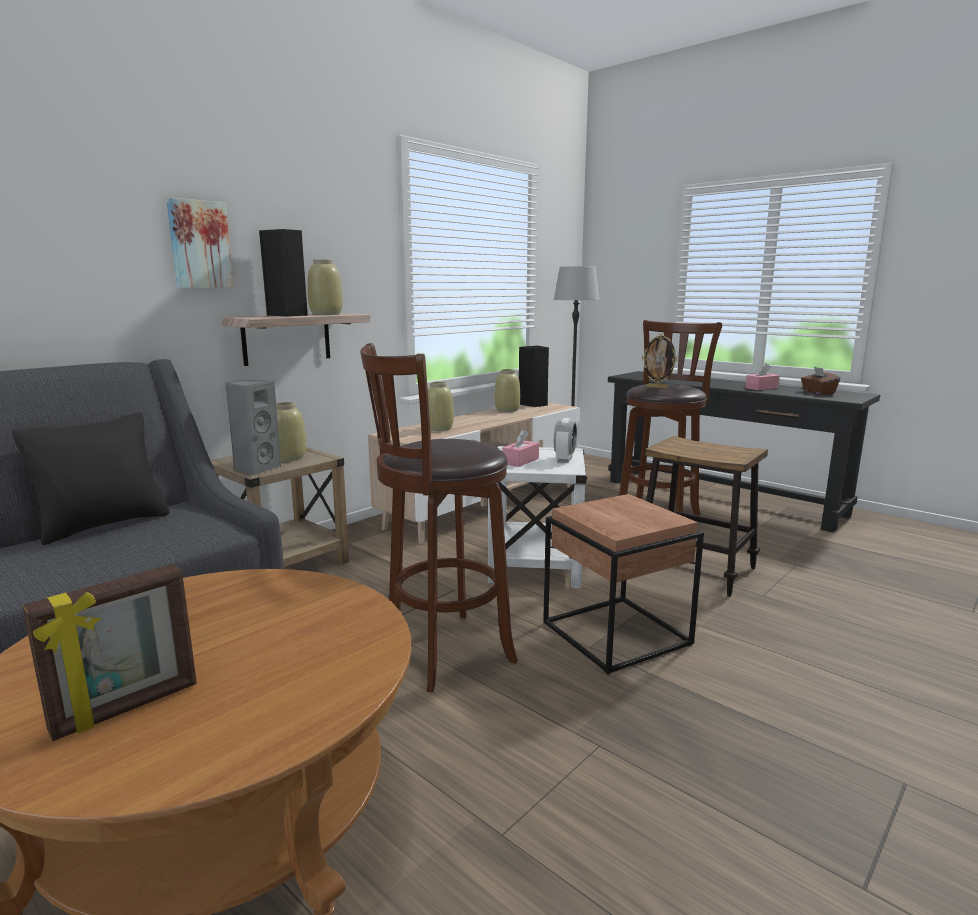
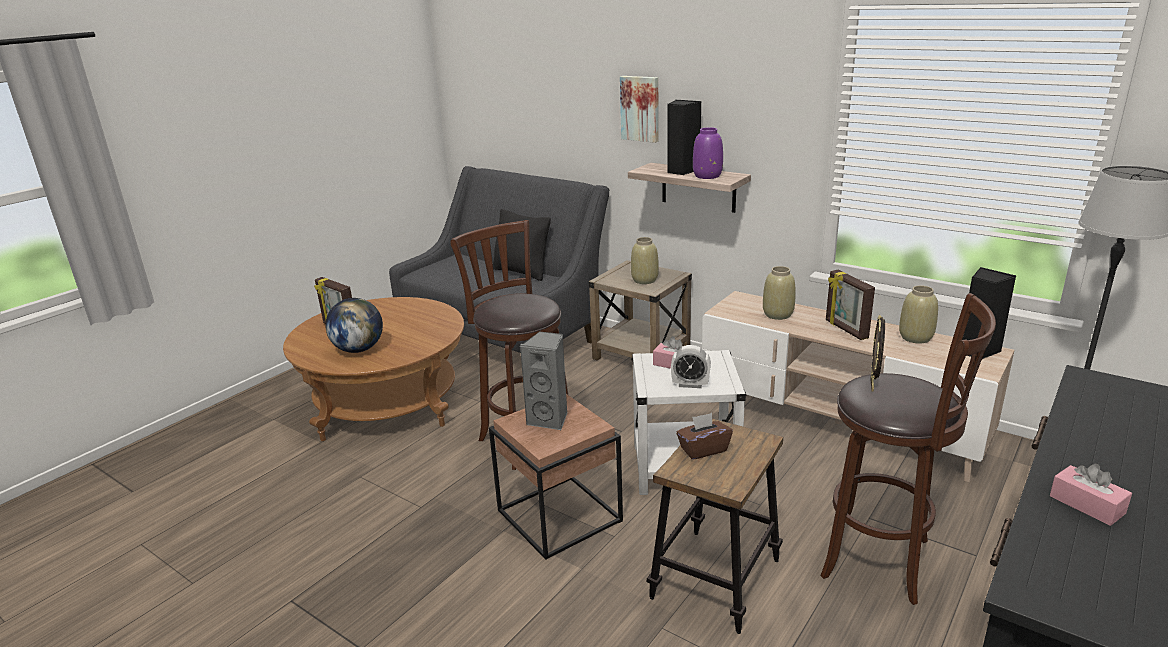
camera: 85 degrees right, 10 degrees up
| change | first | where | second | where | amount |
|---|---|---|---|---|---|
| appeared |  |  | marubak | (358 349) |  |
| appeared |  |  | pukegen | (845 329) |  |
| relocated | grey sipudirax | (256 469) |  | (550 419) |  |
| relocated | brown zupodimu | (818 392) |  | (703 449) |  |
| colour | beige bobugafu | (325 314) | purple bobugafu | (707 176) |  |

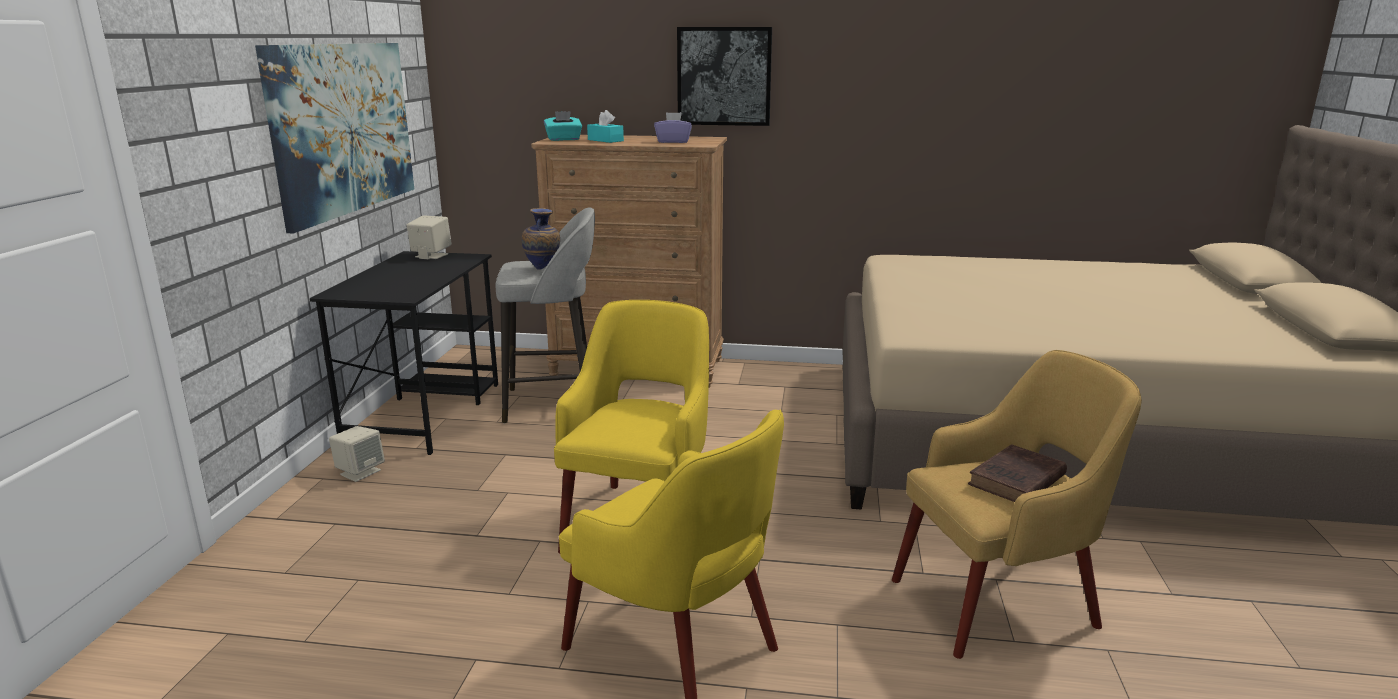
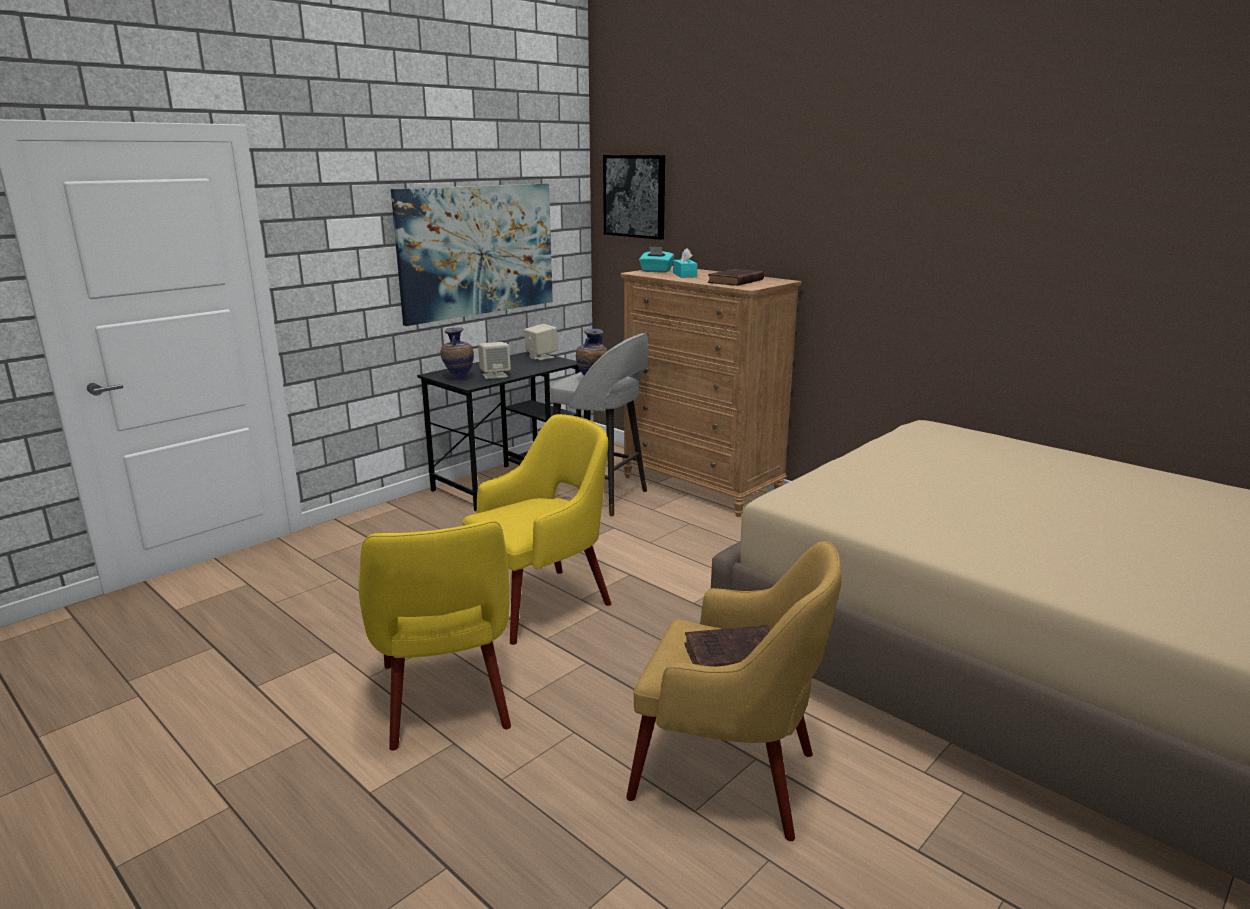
camera: 35 degrees right, 0 degrees up
| change | first | where | second | where | amount |
|---|---|---|---|---|---|
| appeared |  |  | bobugafu | (458 378) |  |
| relocated | beige sipudirax | (360 472) |  | (495 375) |  |
| relocated | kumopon | (724 76) |  | (635 196) |  |
| exchanged | purple zupodimu | (673 141) | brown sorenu | (735 281) |  |

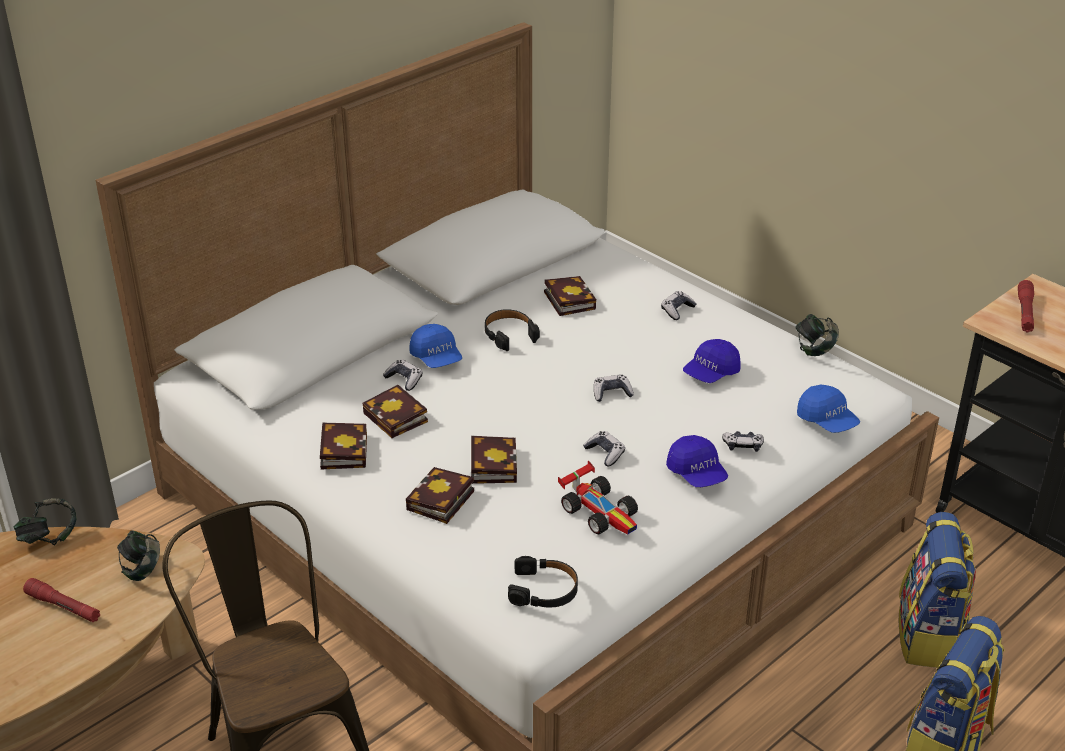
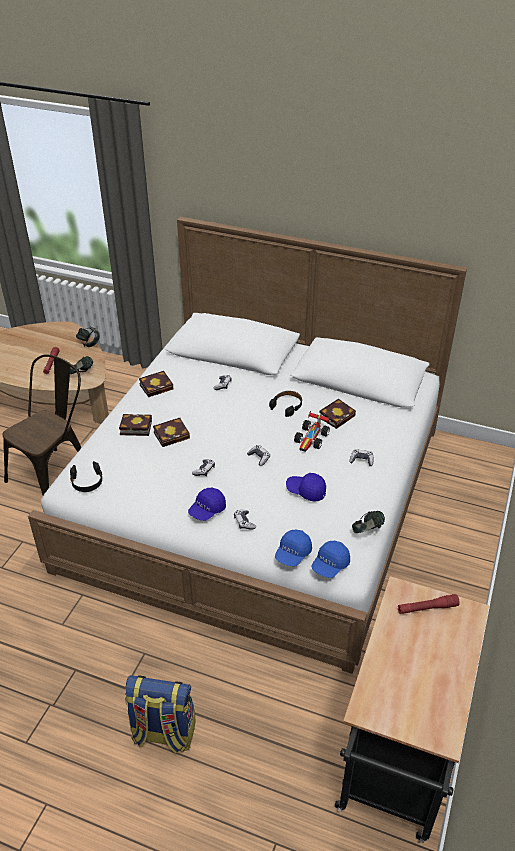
camera: 65 degrees right, 5 degrees up
| change | first | where | second | where | amount |
|---|---|---|---|---|---|
| missing | sorenu | (398 418) |  |  |  |
| missing | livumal | (929 637) |  |  |  |
| relocated | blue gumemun | (436 358) |  | (330 565) |  |
| relocated | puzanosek | (601 511) |  | (312 438) |  |

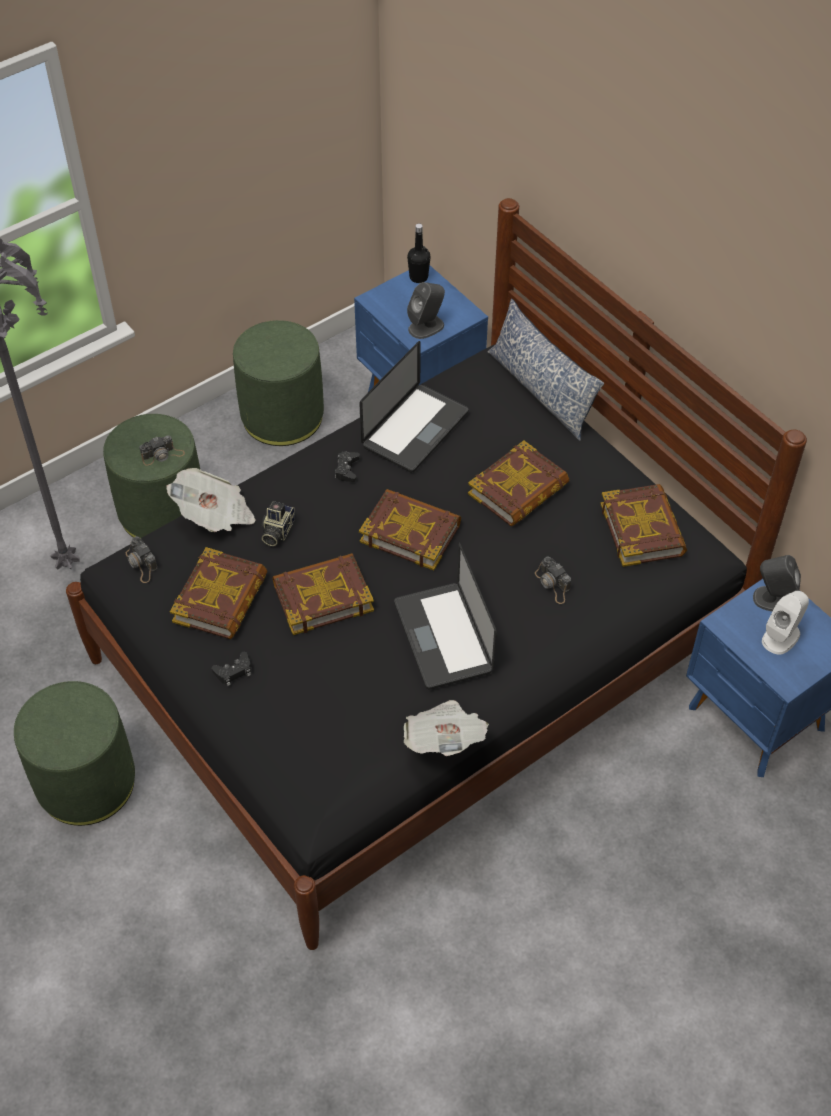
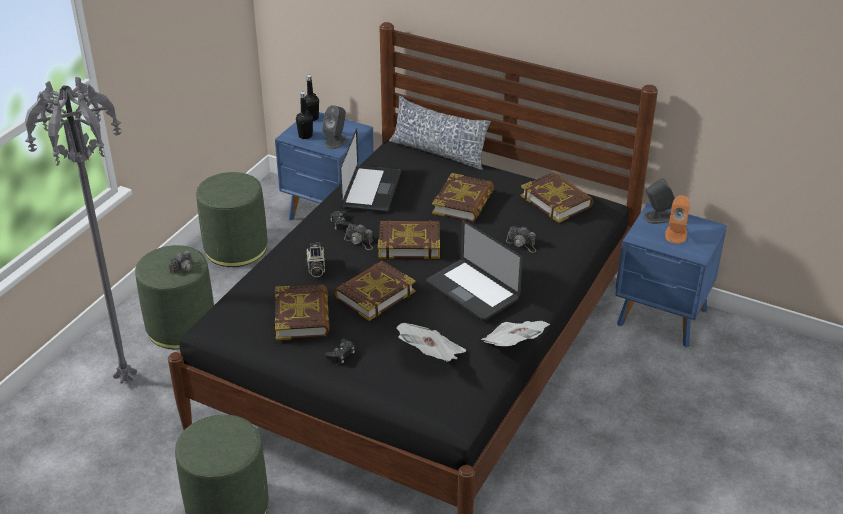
camera: 25 degrees left, 15 degrees down
| change | first | where | second | where | amount |
|---|---|---|---|---|---|
| appeared |  |  | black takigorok | (305 136) |  |
| relocated | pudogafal | (141 564) |  | (360 241) |  |
| relocated | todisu | (215 515) |  | (431 355) |  |
| colour | white sipudirax | (781 636) | orange sipudirax | (676 234) |  |

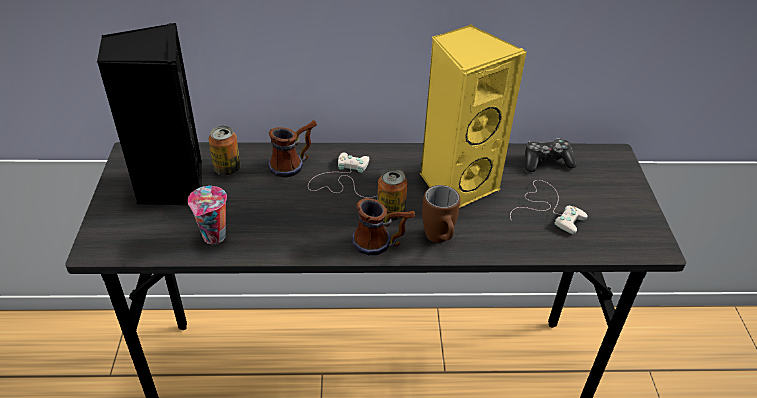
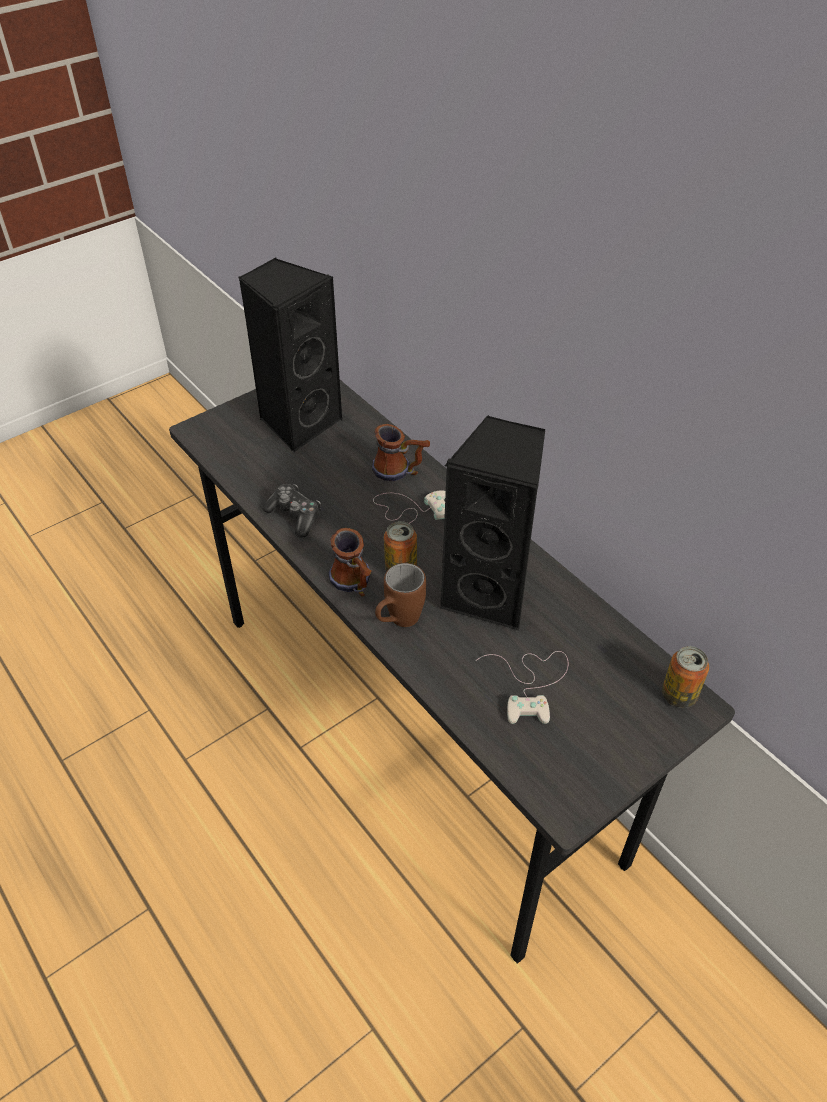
camera: 55 degrees right, 5 degrees up
| change | first | where | second | where | amount |
|---|---|---|---|---|---|
| missing | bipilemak | (214 237) |  |  |  |
| relocated | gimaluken | (227 169) |  | (678 695) |  |
| relocated | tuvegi | (546 161) |  | (295 516) |  |
| colour | yellow sipudirax | (456 185) | black sipudirax | (490 594) |  |

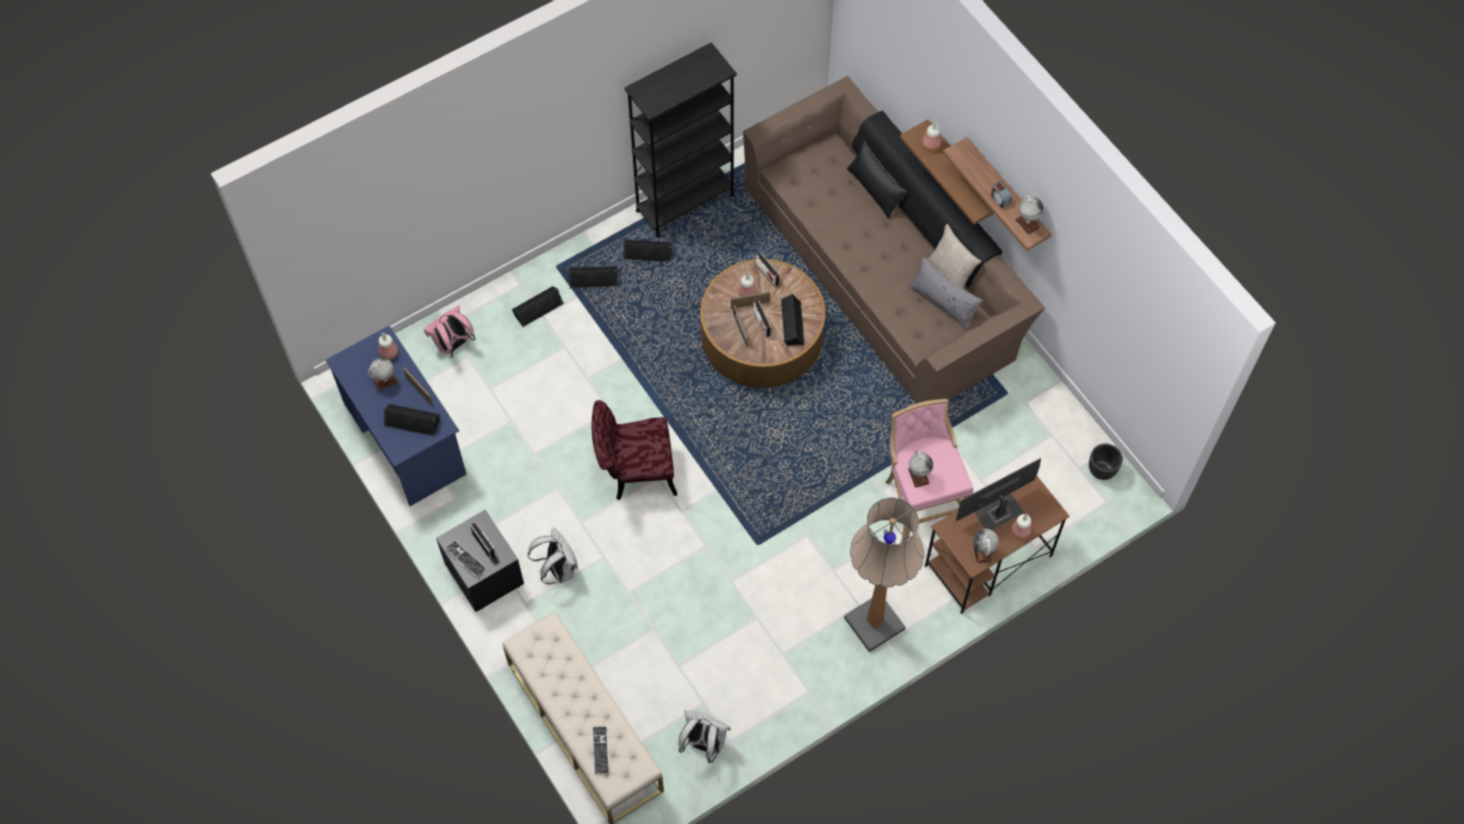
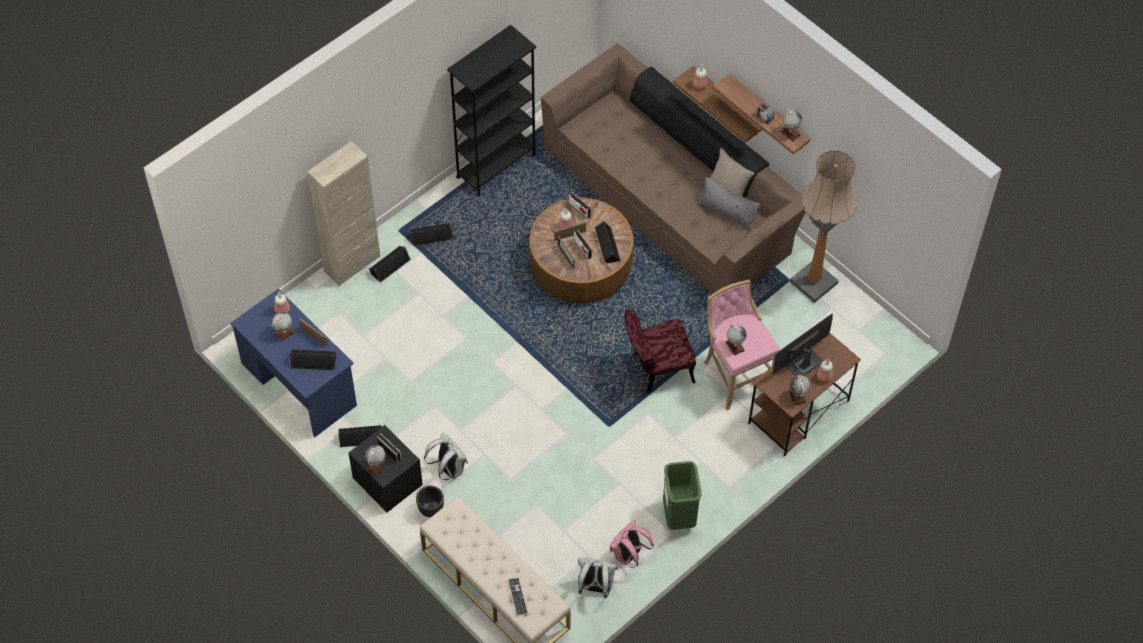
camera: 10 degrees left, 5 degrees down
| change | first | where | second | where | amount |
|---|---|---|---|---|---|
| missing | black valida | (875 189) |  |  |  |
| appeared |  |  | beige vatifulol | (352 264) |  |
| appeared |  |  | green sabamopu | (679 515) |  |
| relocated | pink livumal | (453 345) |  | (628 555) |  |
| relocated | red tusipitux | (634 472) |  | (656 369) |  |
| relocated | black sipudirax | (648 252) |  | (361 437) |  |
| relocated | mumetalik | (874 623) |  | (813 282) |  |
| relocated | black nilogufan | (1101 470) |  | (430 509) |  |
| exchanged | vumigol | (466 559) | marubak | (376 465) |  |

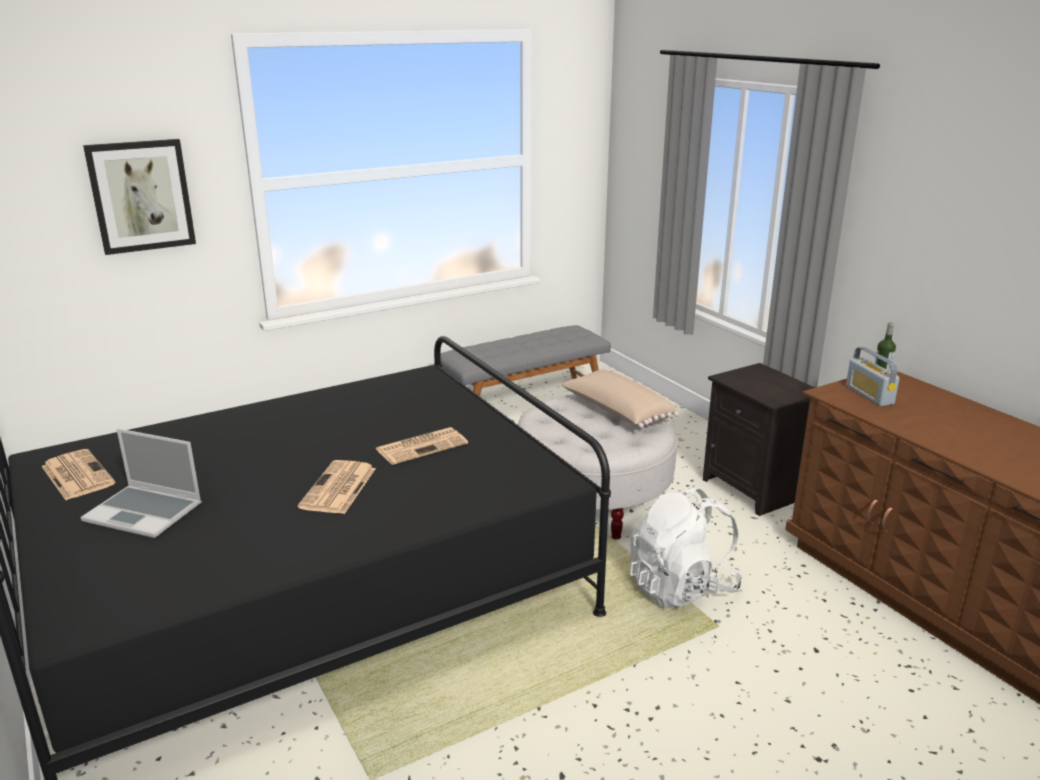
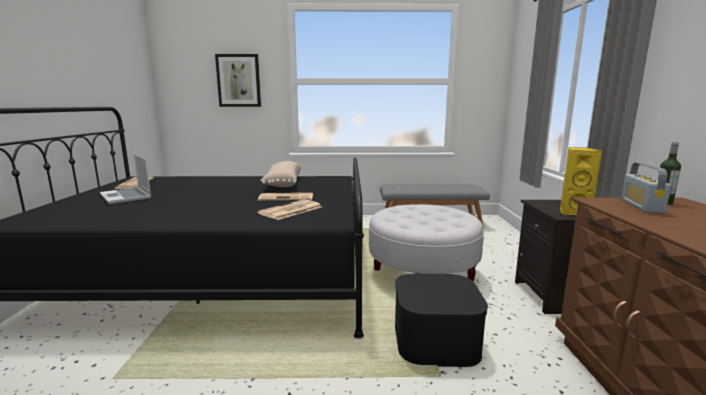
camera: 30 degrees right, 10 degrees down
| change | first | where | second | where | amount |
|---|---|---|---|---|---|
| appeared |  |  | yellow sipudirax | (573 212) |  |
| relocated | todisu | (338 488) |  | (290 210) |  |
| relocated | beige valida | (616 412) |  | (282 183) |  |
| exchanged | white livumal | (681 587) | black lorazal | (436 340) |  |

